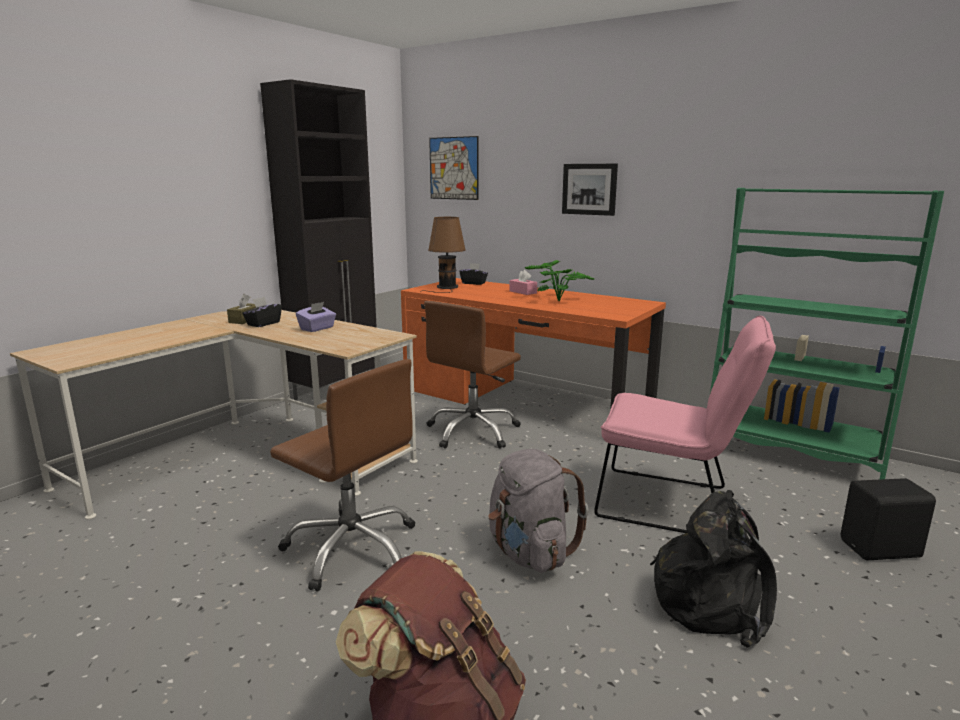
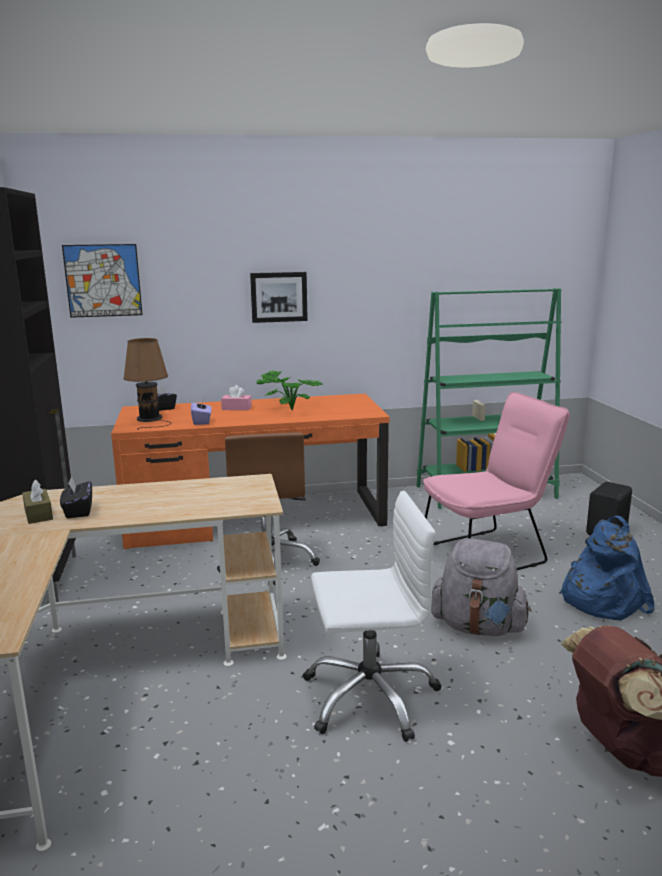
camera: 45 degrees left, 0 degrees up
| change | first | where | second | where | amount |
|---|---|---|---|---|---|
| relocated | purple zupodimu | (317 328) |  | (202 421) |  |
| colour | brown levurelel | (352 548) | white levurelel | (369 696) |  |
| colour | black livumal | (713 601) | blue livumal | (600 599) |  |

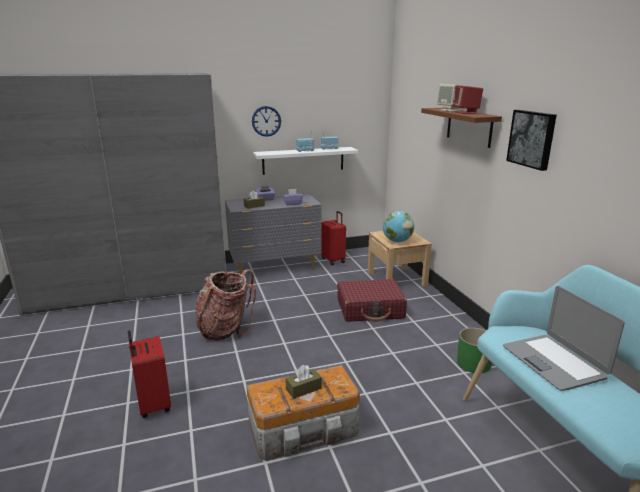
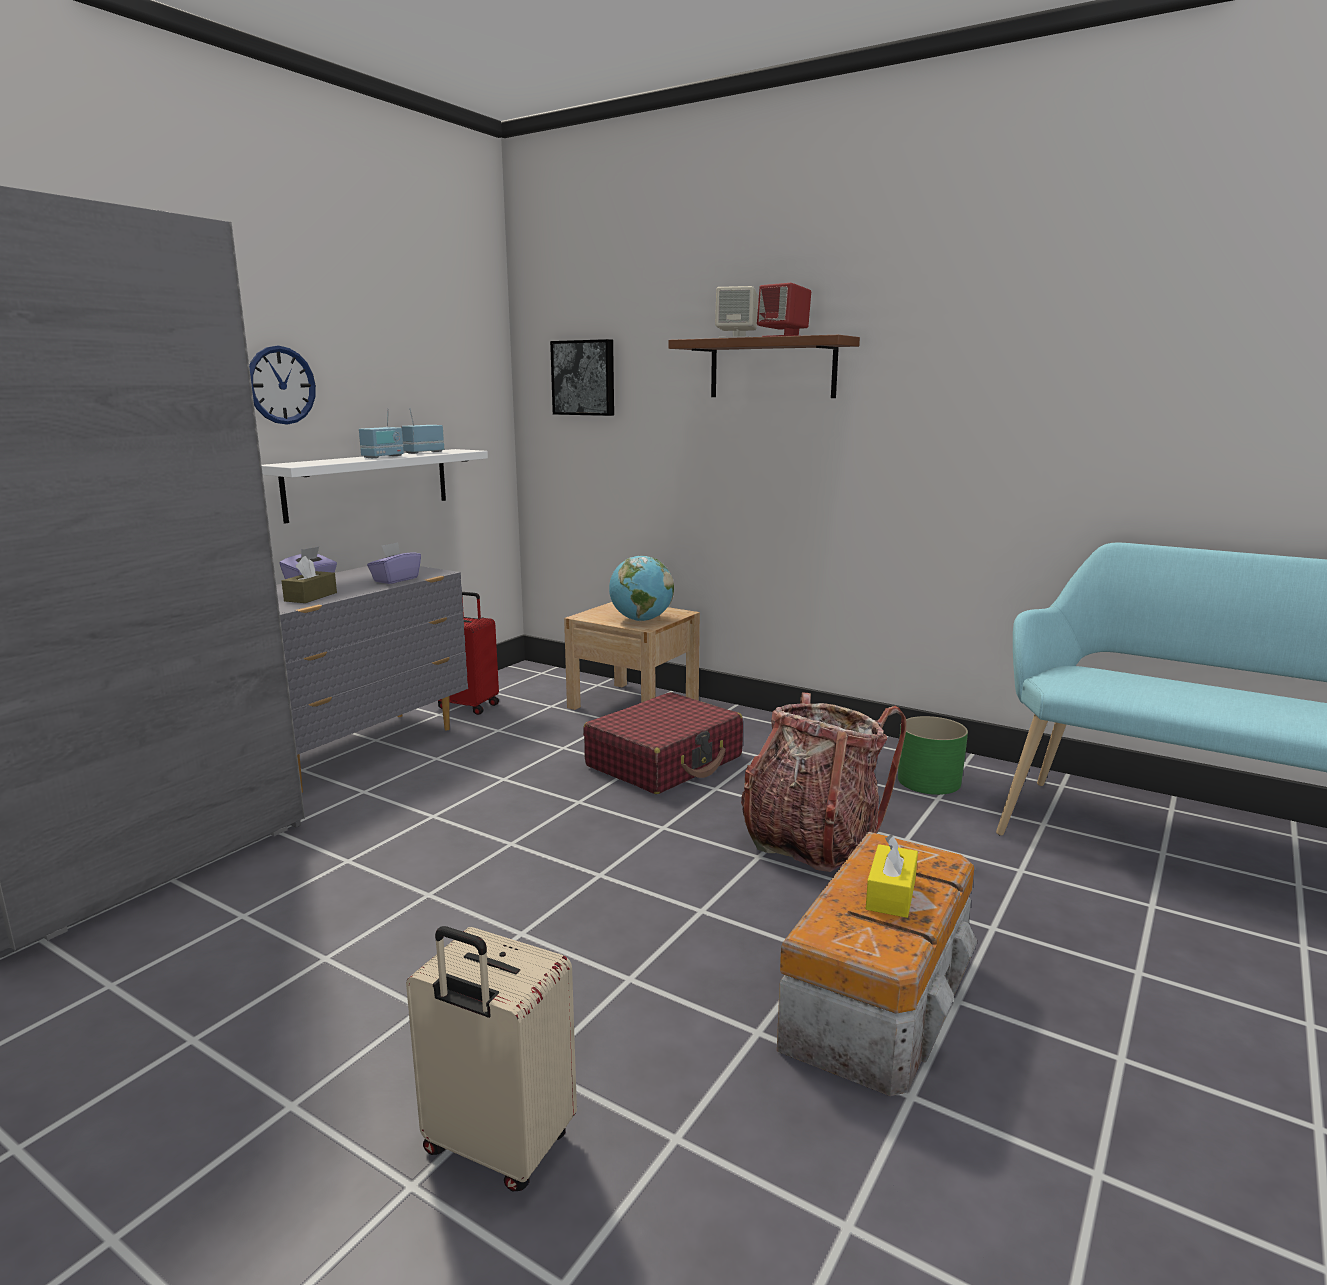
camera: 40 degrees left, 5 degrees down
| change | first | where | second | where | amount |
|---|---|---|---|---|---|
| missing | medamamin | (554 362) |  |  |  |
| relocated | livumal | (225 329) |  | (812 841) |  |
| relocated | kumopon | (532 139) |  | (584 378) |  |
| colour | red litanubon | (153 405) | beige litanubon | (496 1147) |  |
| colour | brown zupodimu | (303 389) | yellow zupodimu | (891 894) |  |

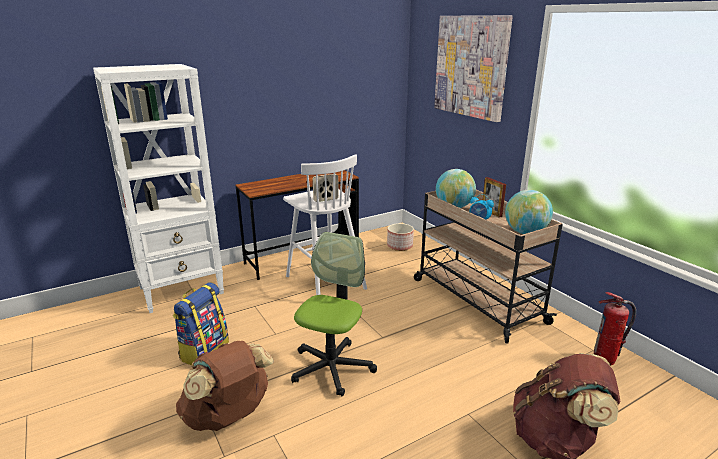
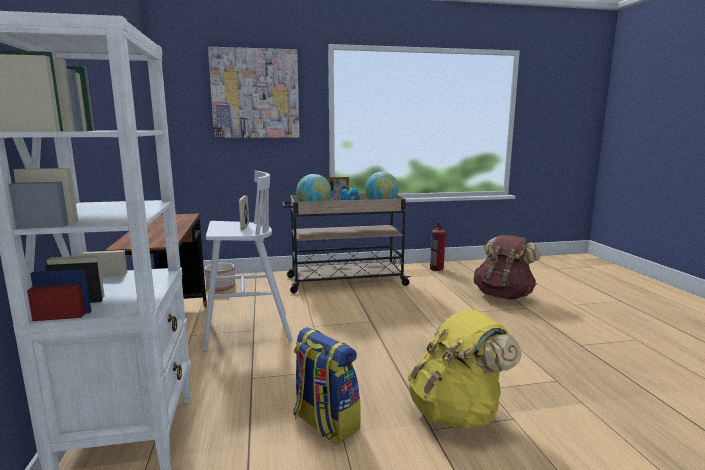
camera: 70 degrees left, 10 degrees down
| change | first | where | second | where | amount |
|---|---|---|---|---|---|
| missing | levurelel | (332 367) |  |  |  |
| colour | brown livumal | (228 417) | yellow livumal | (457 412) |  |

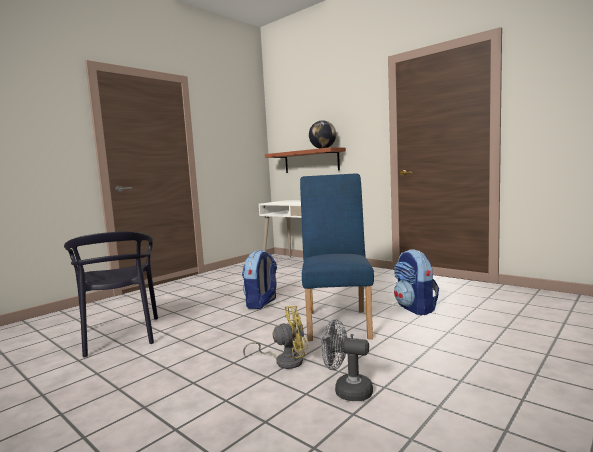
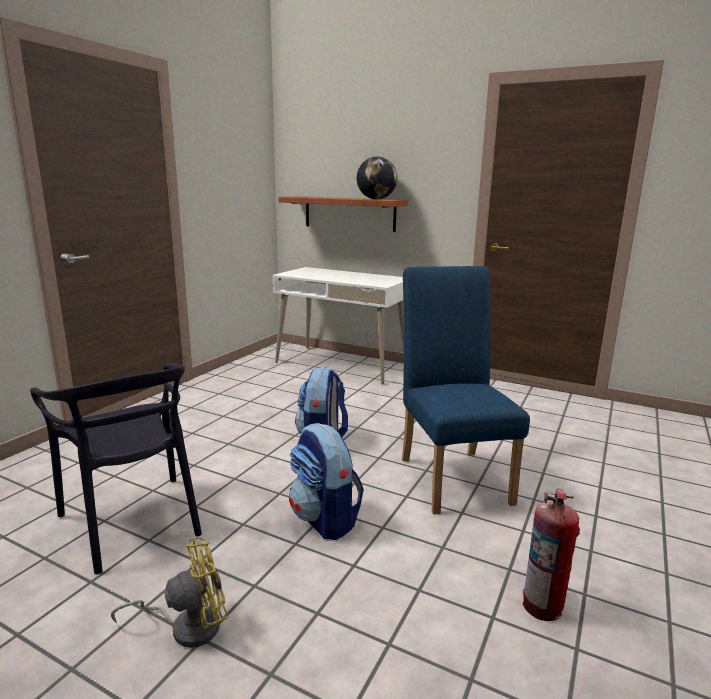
camera: 15 degrees left, 10 degrees up
| change | first | where | second | where | amount |
|---|---|---|---|---|---|
| relocated | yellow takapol | (284 361) |  | (187 626) |  |
| relocated | livumal | (415 308) |  | (325 519) |  |
| exchanged | grey takapol | (347 391) | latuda | (543 606) |  |

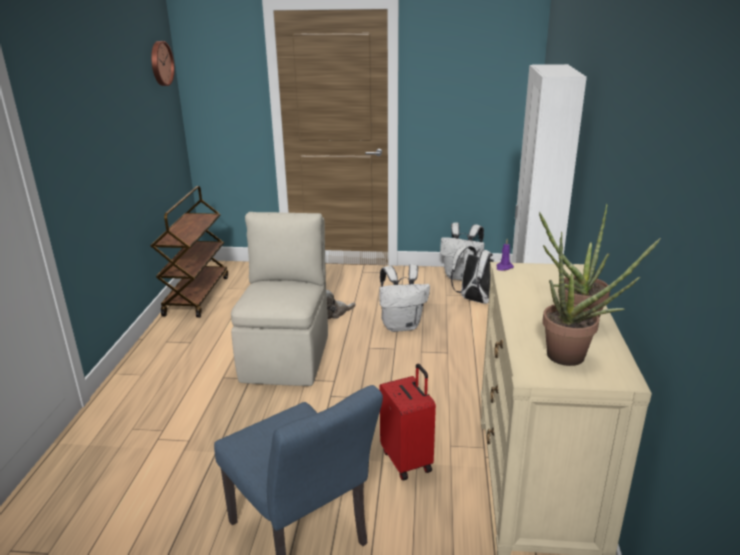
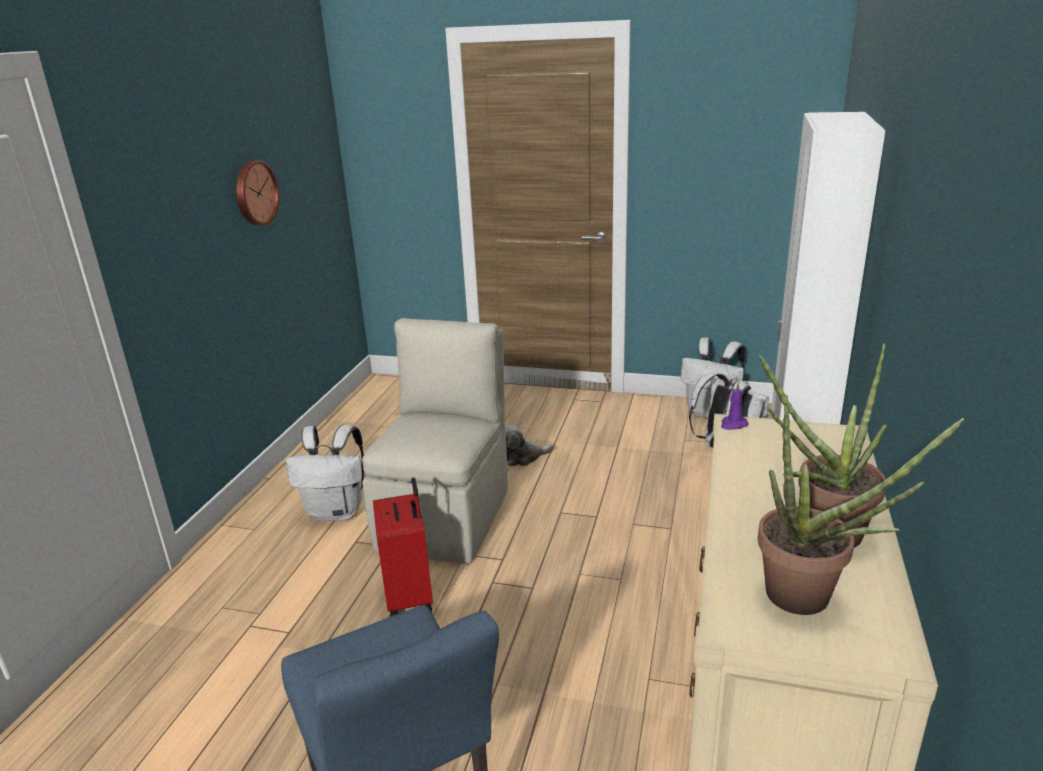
camera: 10 degrees right, 0 degrees up
| change | first | where | second | where | amount |
|---|---|---|---|---|---|
| missing | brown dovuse | (196 295) |  |  |  |
| relocated | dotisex | (160 63) |  | (255 193) |  |
| relocated | white livumal | (401 326) |  | (337 512) |  |
| relocated | red litanubon | (408 460) |  | (411 597) |  |

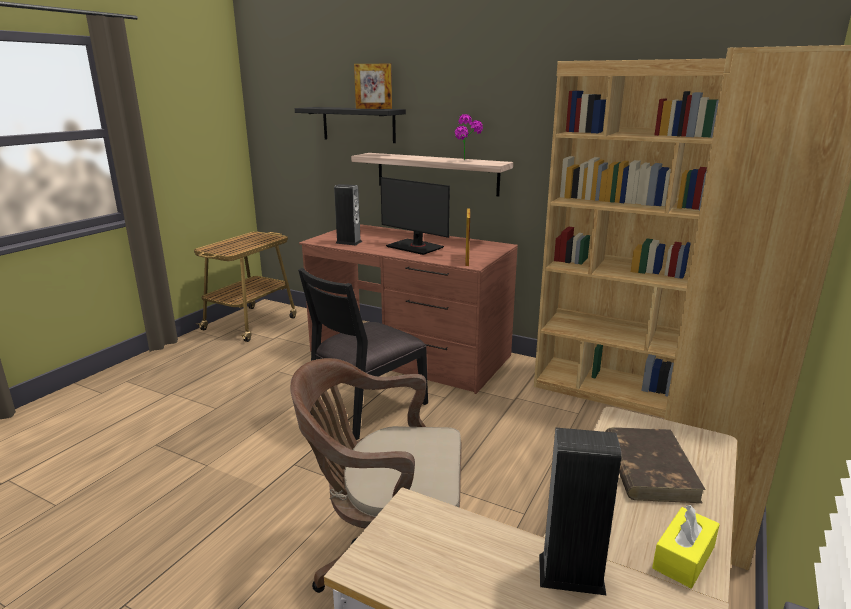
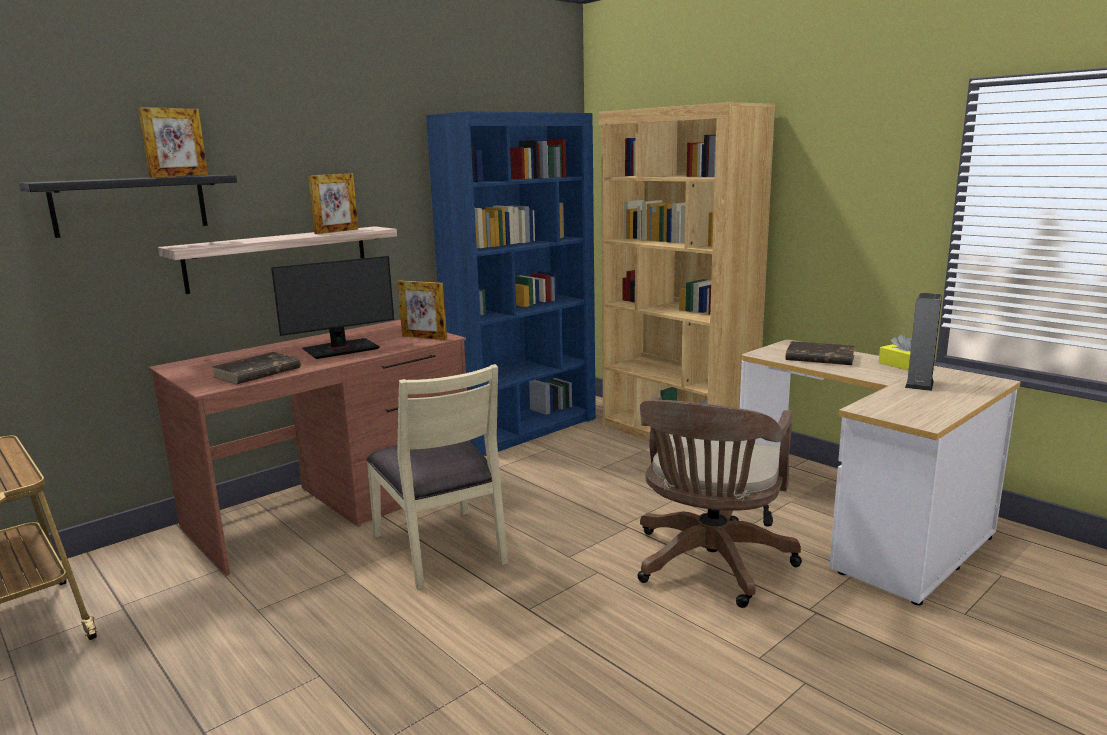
camera: 70 degrees left, 5 degrees down
| change | first | where | second | where | amount |
|---|---|---|---|---|---|
| exchanged | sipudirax | (348 242) | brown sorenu | (257 373) |  |
| exchanged | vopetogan | (467 160) | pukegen | (337 231) |  |
| colour | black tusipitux | (367 407) | beige tusipitux | (441 548) |  |
| colour | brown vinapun | (612 391) | blue vinapun | (524 428) |  |

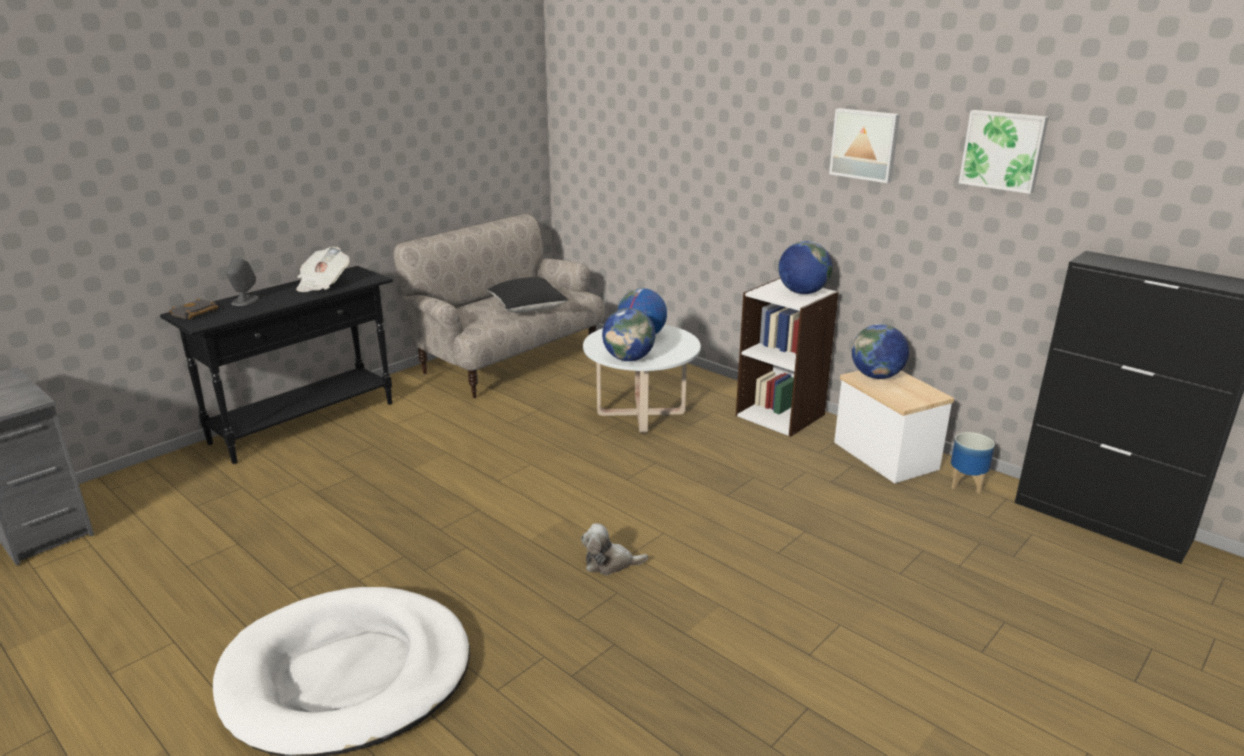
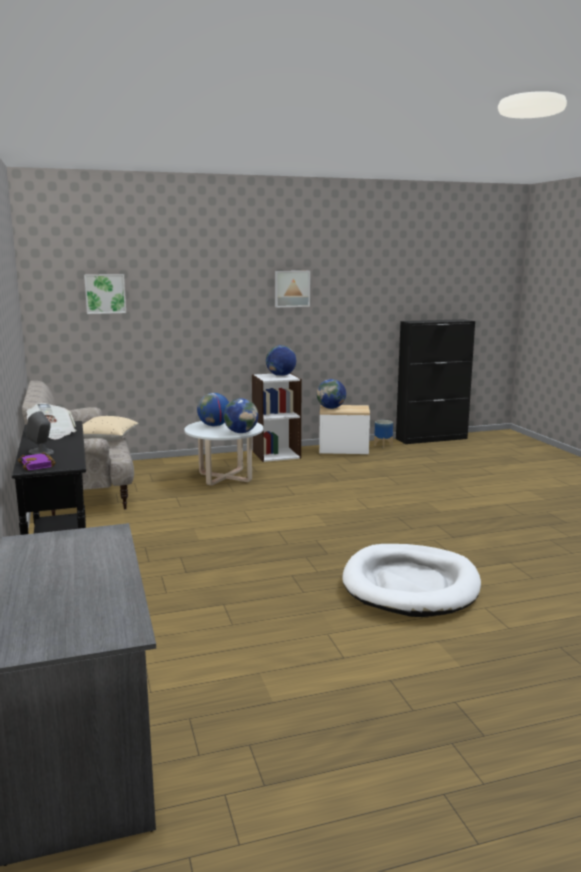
camera: 60 degrees left, 10 degrees down
| change | first | where | second | where | amount |
|---|---|---|---|---|---|
| missing | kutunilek | (610 563) |  |  |  |
| relocated | kumopon | (1003 150) |  | (105 293) |  |
| colour | black sorenu | (194 313) | purple sorenu | (38 465) |  |
| colour | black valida | (528 308) | beige valida | (106 439) |  |

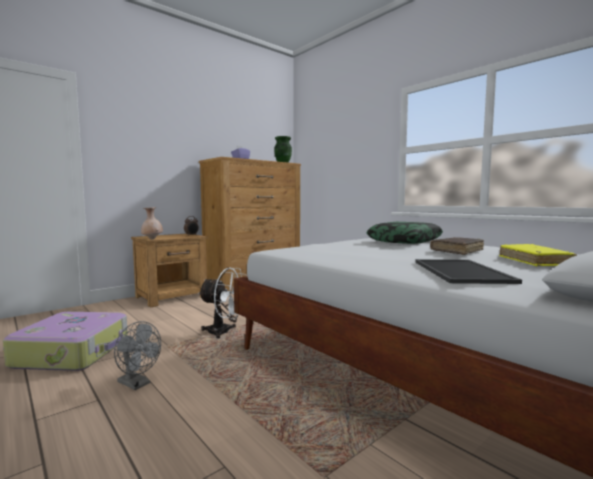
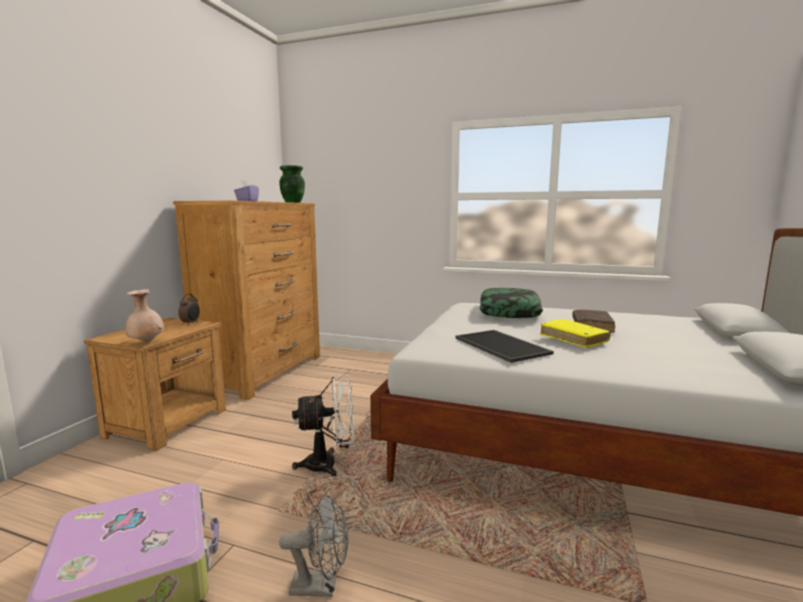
camera: 30 degrees left, 5 degrees up
| change | first | where | second | where | amount |
|---|---|---|---|---|---|
| relocated | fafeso | (463 271) |  | (503 346) |  |
| relocated | yellow sorenu | (534 261) |  | (573 339) |  |

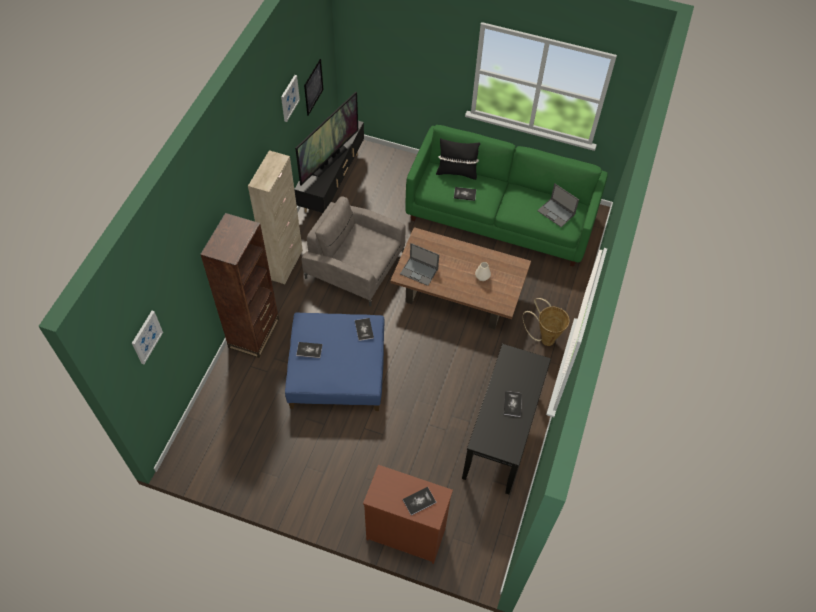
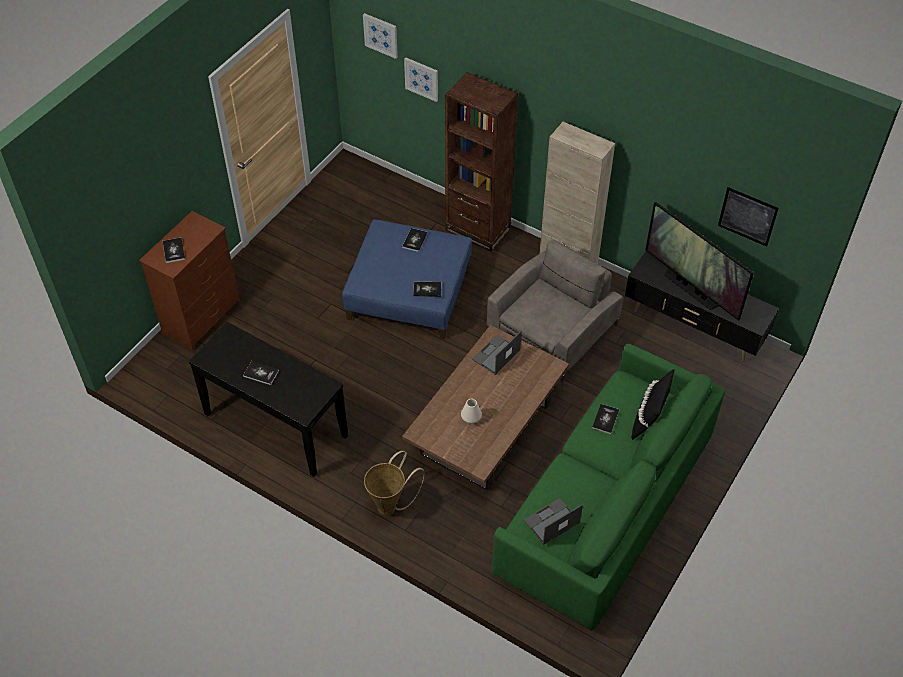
camera: 105 degrees right, 5 degrees down
| change | first | where | second | where | amount |
|---|---|---|---|---|---|
| relocated | kumopon | (289 98) |  | (422 79) |  |

